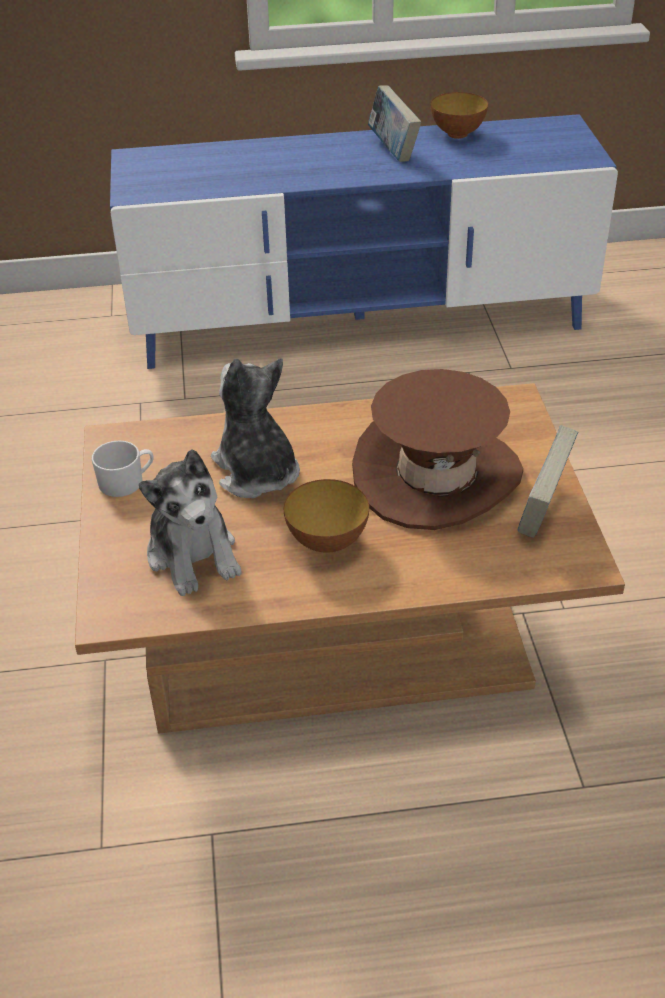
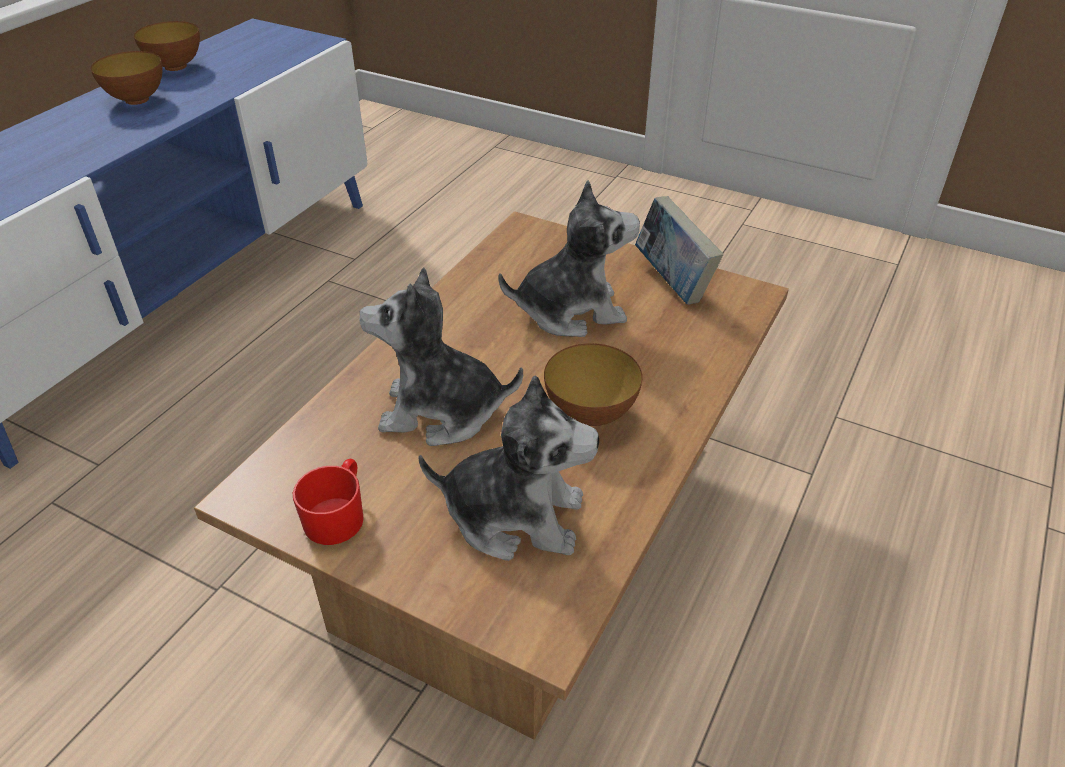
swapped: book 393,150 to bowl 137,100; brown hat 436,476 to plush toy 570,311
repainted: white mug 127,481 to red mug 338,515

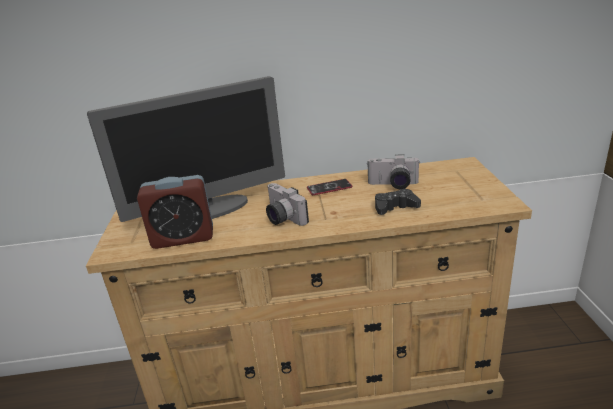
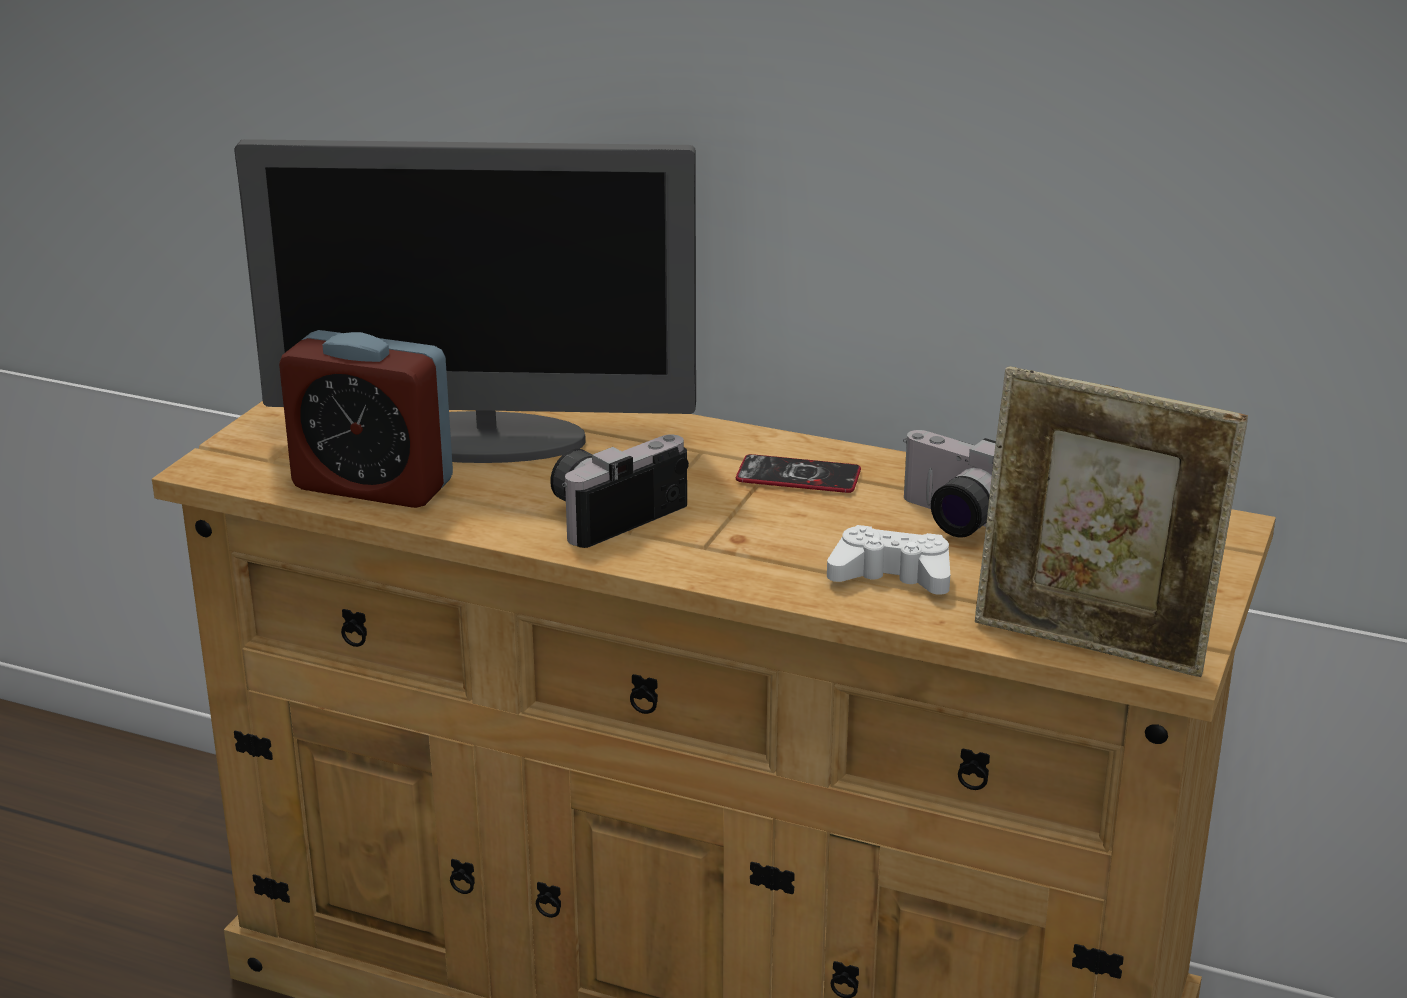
new: picture frame 1092,644
repainted: black game controller 395,207 to white game controller 892,576
rotated: photo camera 282,218 = 612,513 60 degrees clockwise

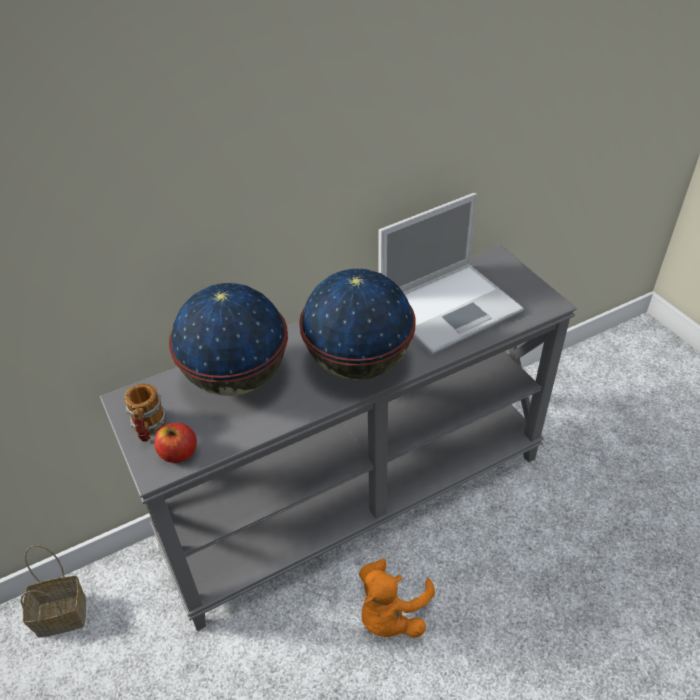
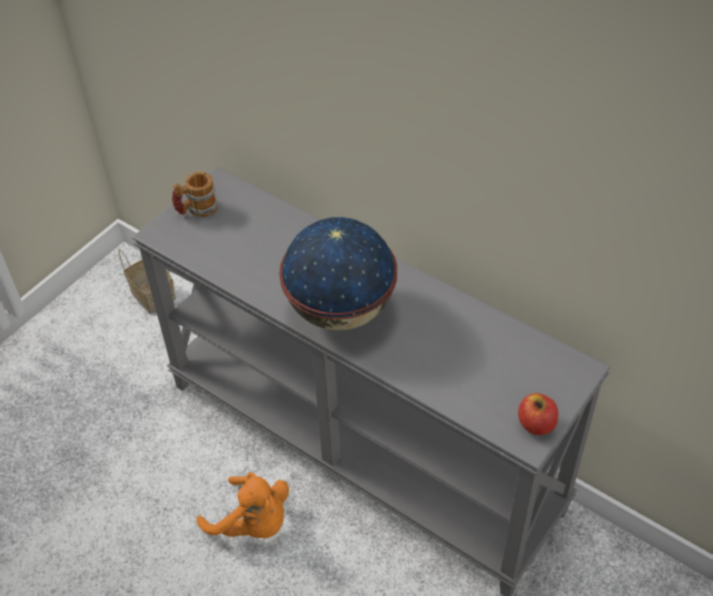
gone: globe 236,377; laptop 451,306
shifted: apple 179,453 to 536,424
rotated: orange plush toy 390,614 = 252,523 150 degrees counterclockwise

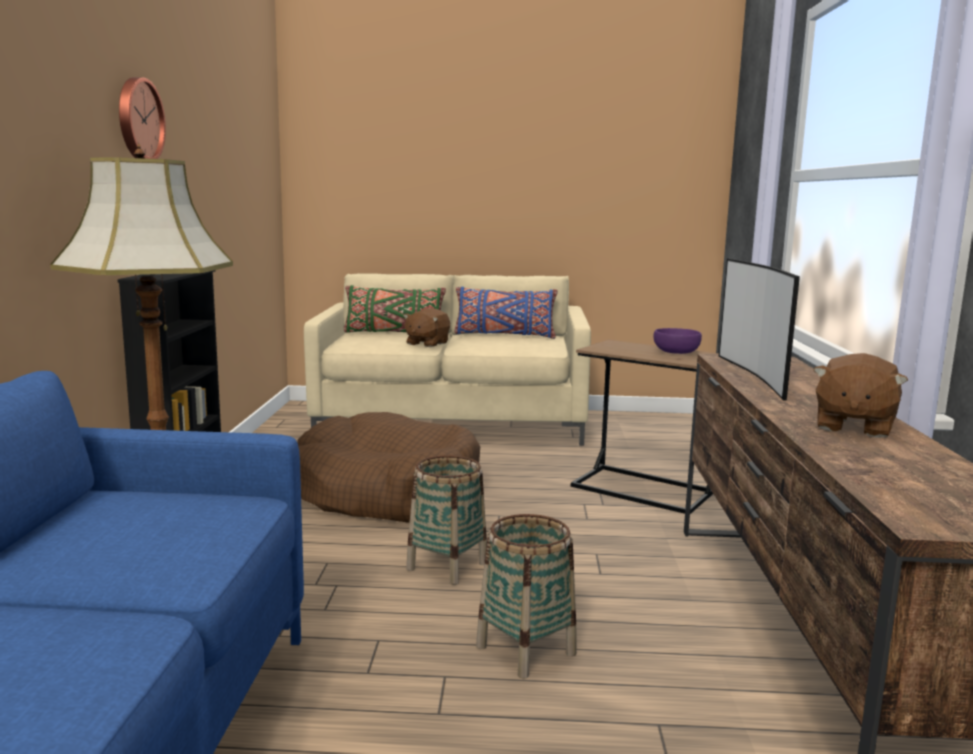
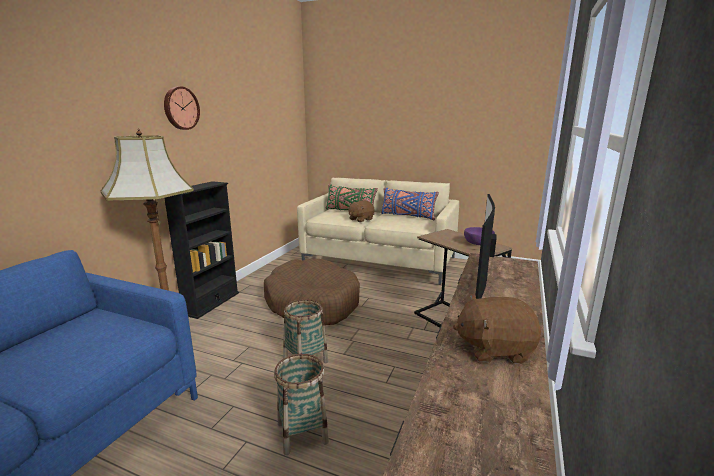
rotated: brown plush toy 853,426 = 494,349 45 degrees clockwise

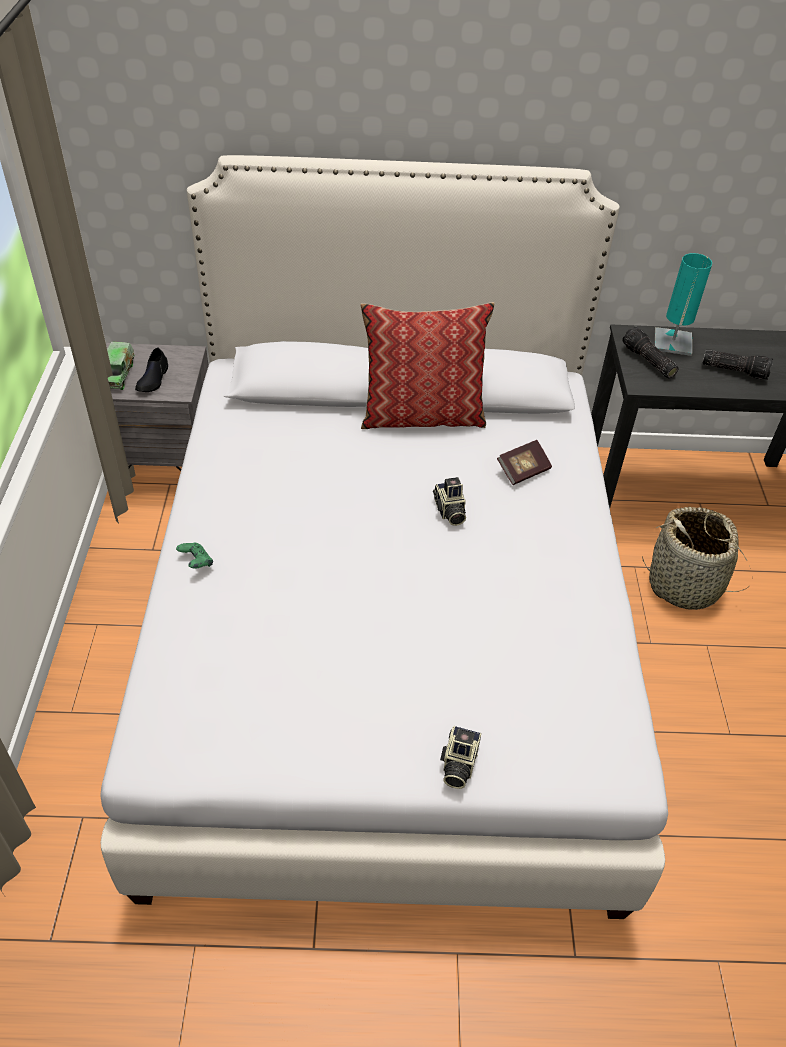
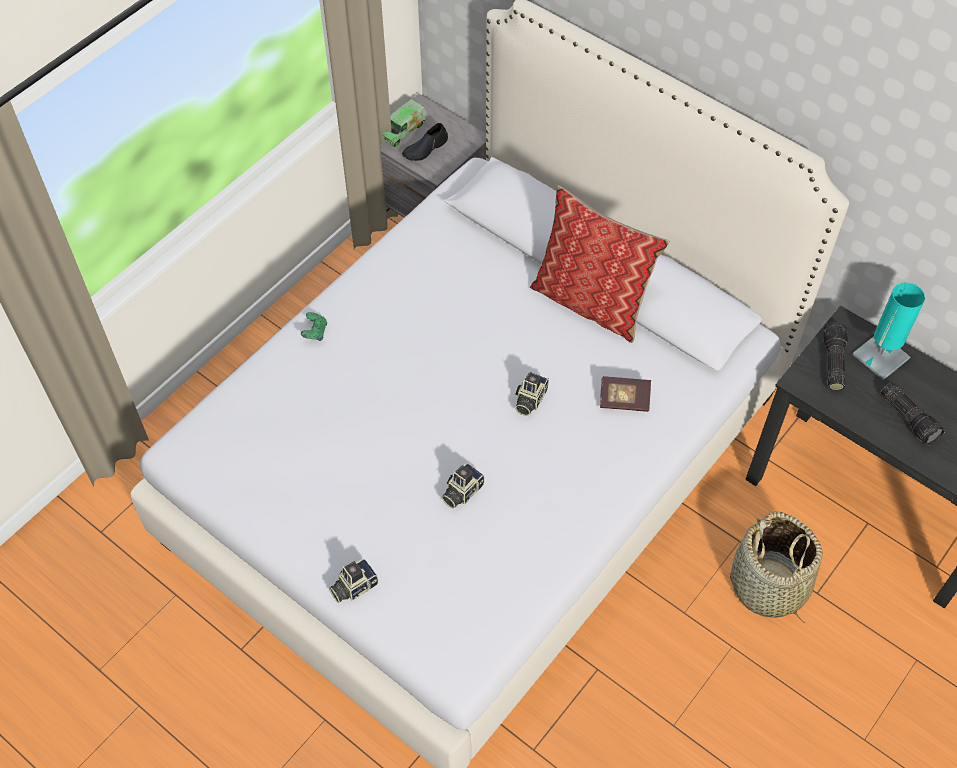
new: photo camera 461,491

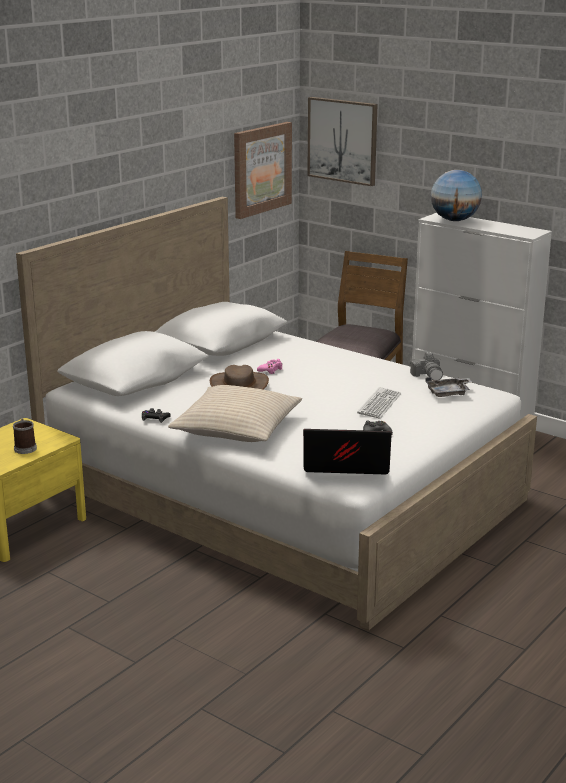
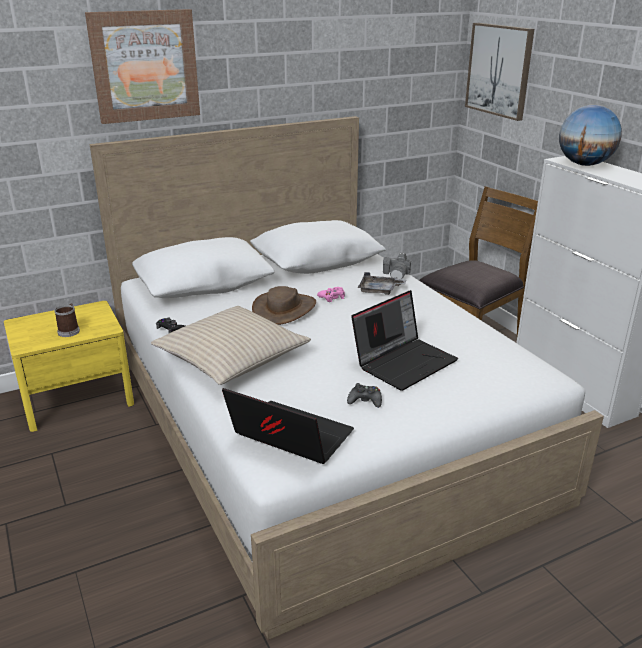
shifted: picture 261,169 to 145,66; grey tray 449,393 to 379,290; photo camera 428,375 to 397,274
swapped: keyboard 379,404 to laptop 404,362

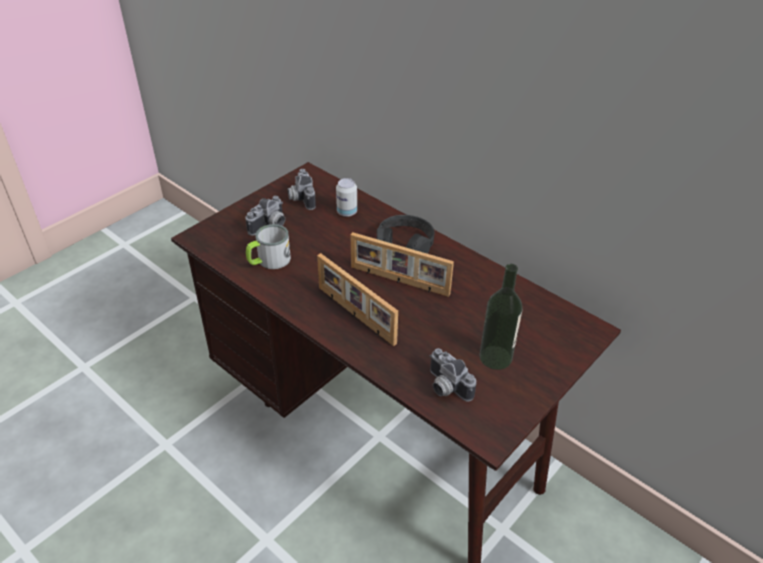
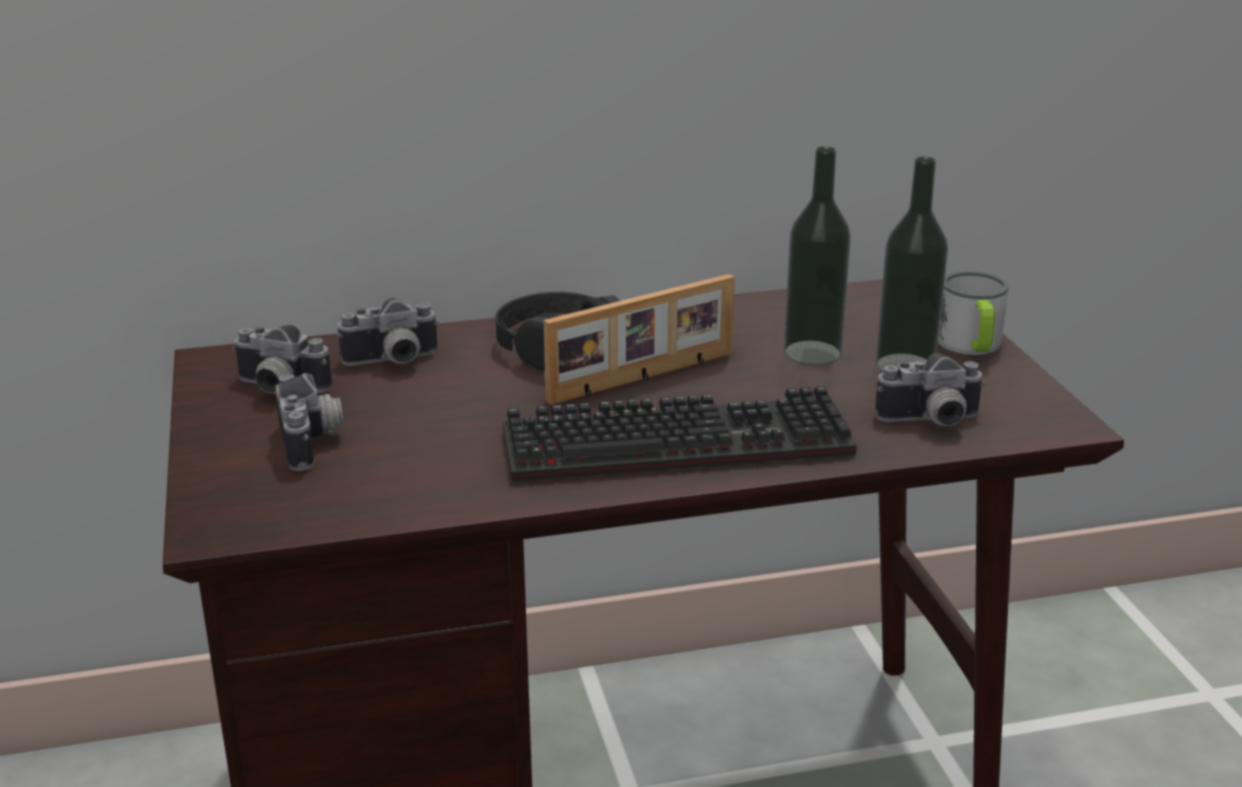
new: bottle 812,353
shifted: mug 269,261 to 971,346
swapped: can 347,212 to photo camera 392,362; picture frame 355,315 to keyboard 681,440

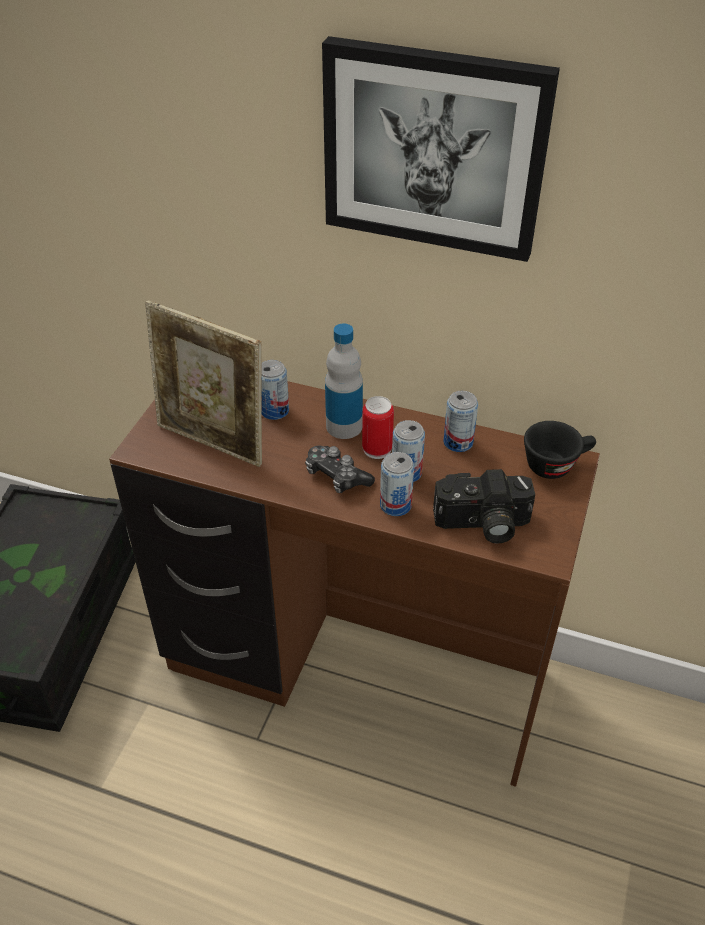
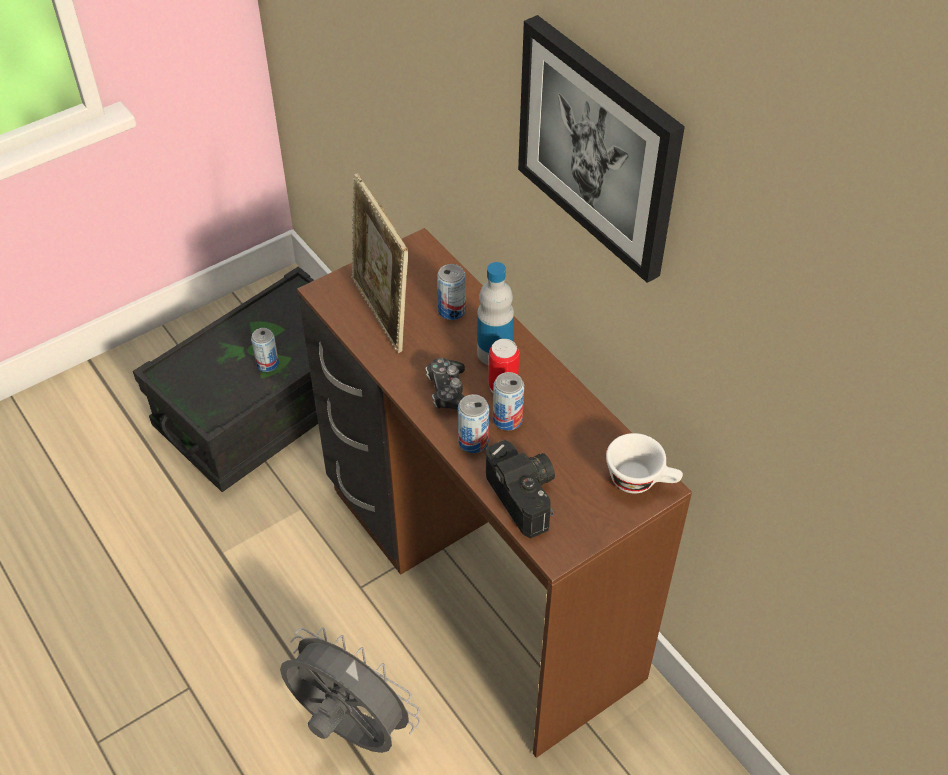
new: grey fan 348,729
shifted: can 458,442 to 267,364
repainted: black cup 556,464 to white cup 641,480
rotated: photo camera 482,524 = 526,496 150 degrees counterclockwise

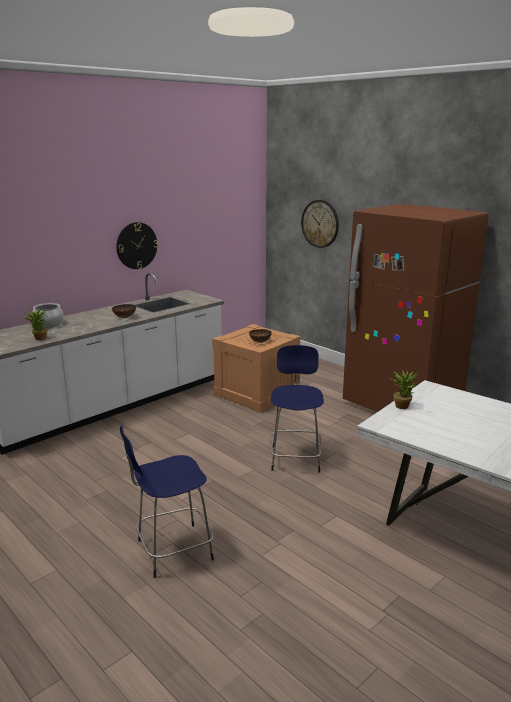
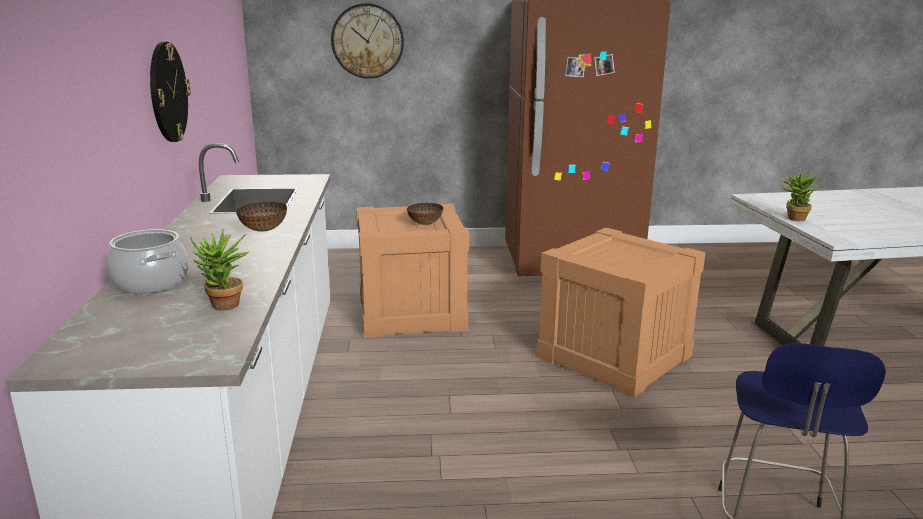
swapped: blue stool 295,457 to crate 614,356

